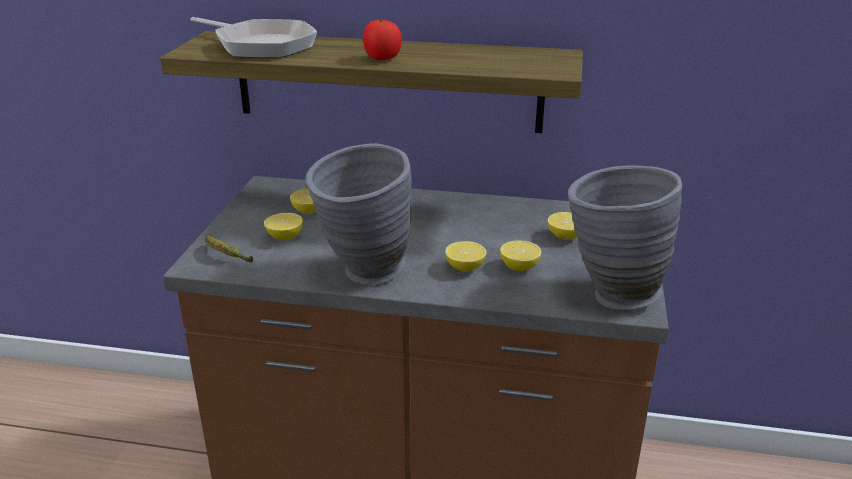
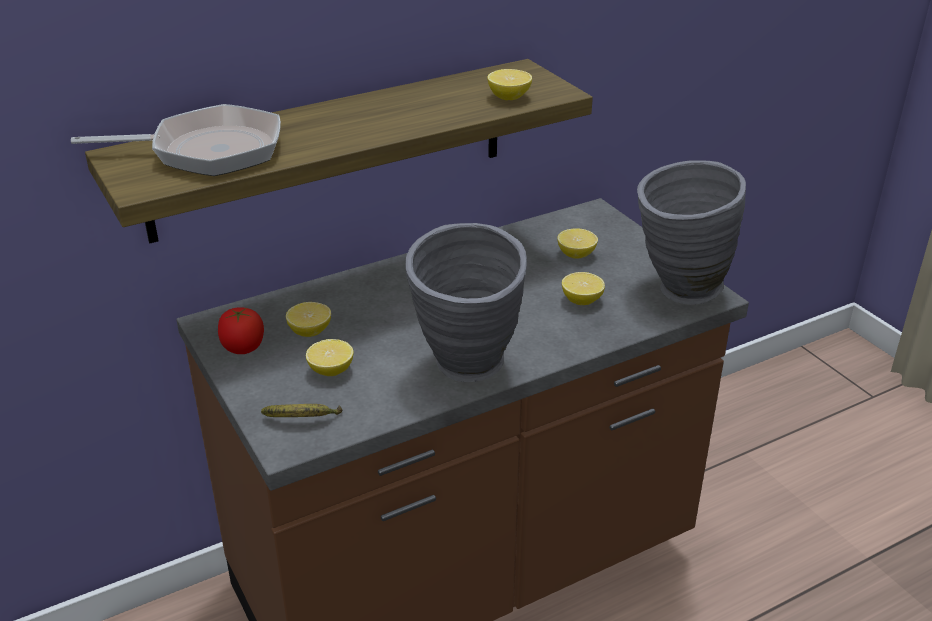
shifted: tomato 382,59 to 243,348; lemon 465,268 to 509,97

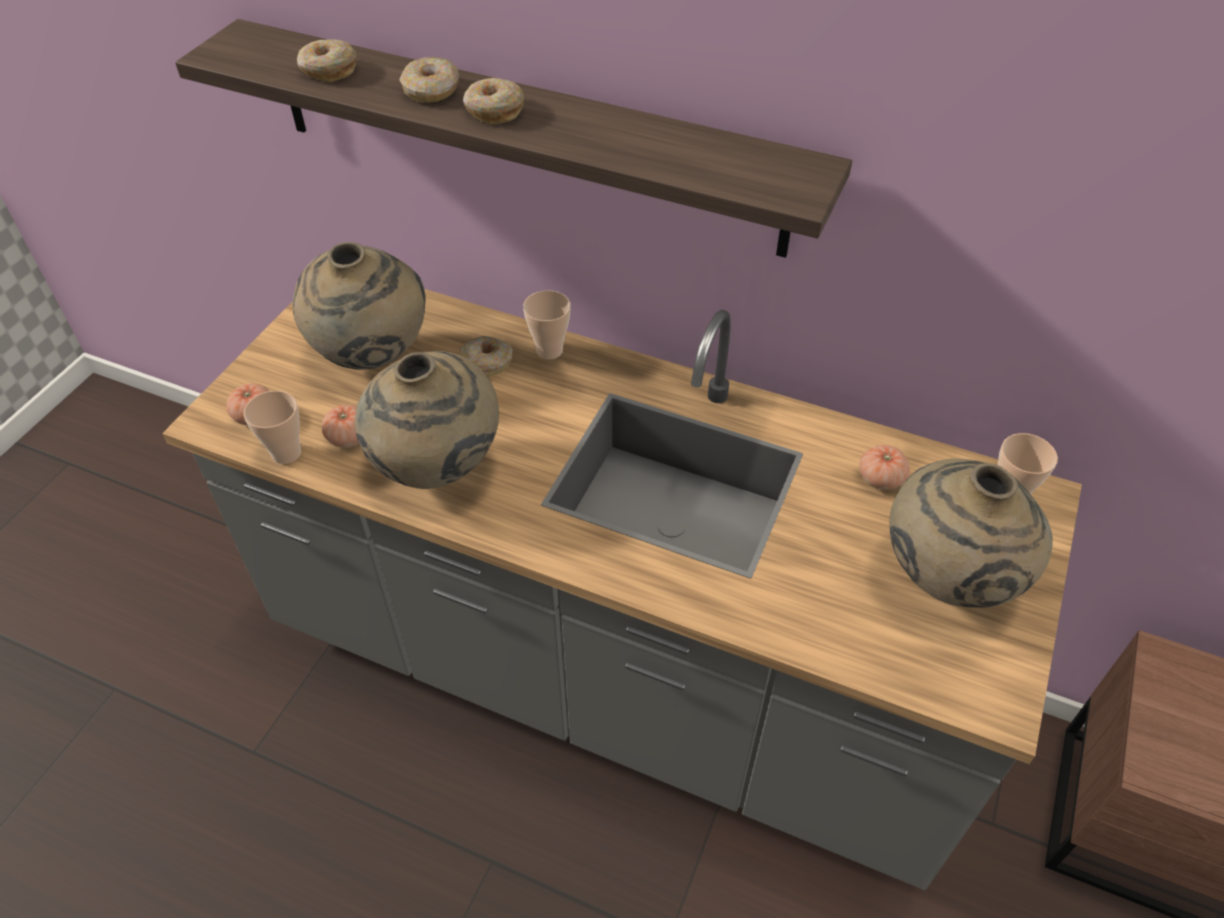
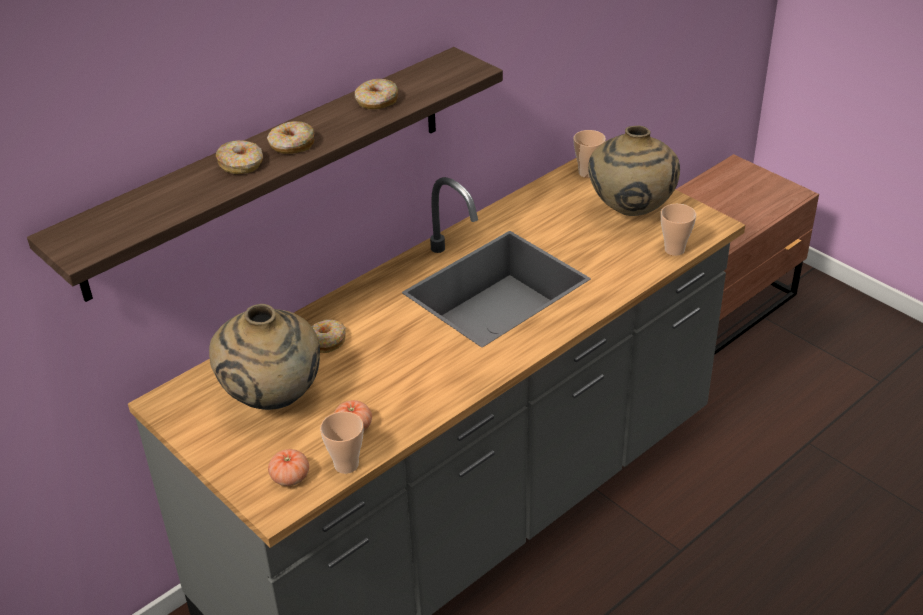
gone: beige vase 438,471; tomato 880,478
shifted: donut 328,70 to 377,101; cup 549,350 to 674,250

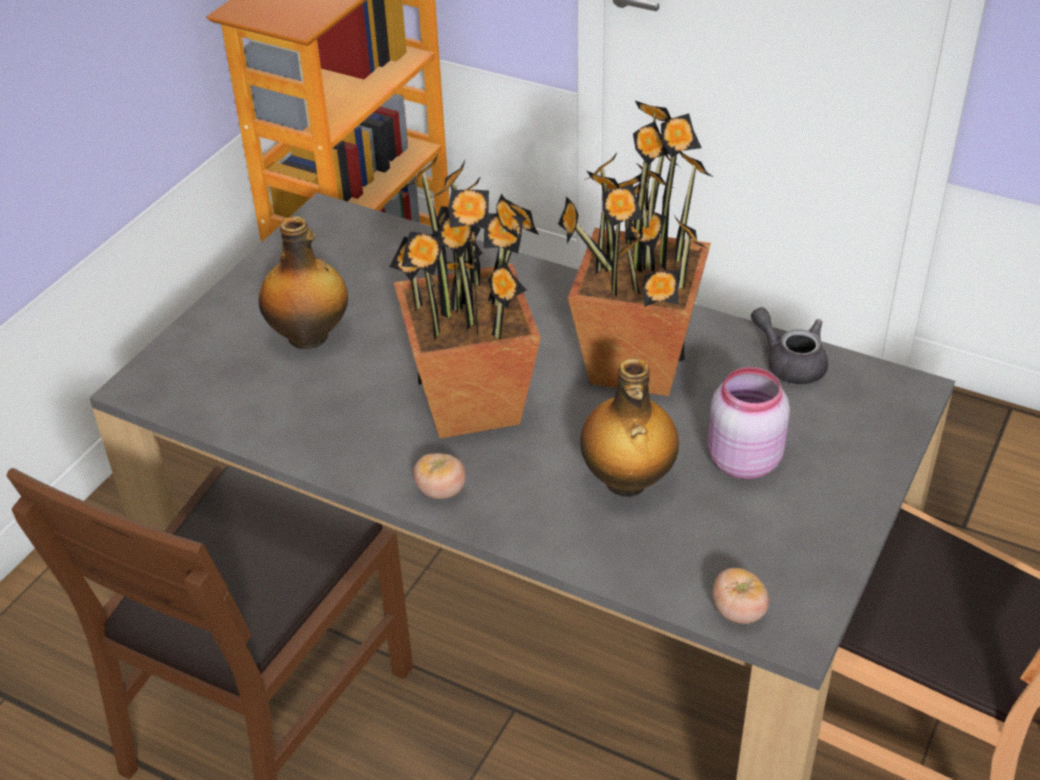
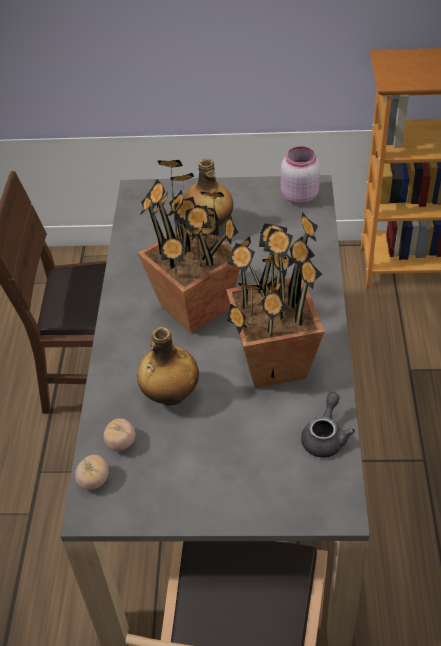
shifted: tomato 441,491 to 121,443; pink jar 741,460 to 299,196

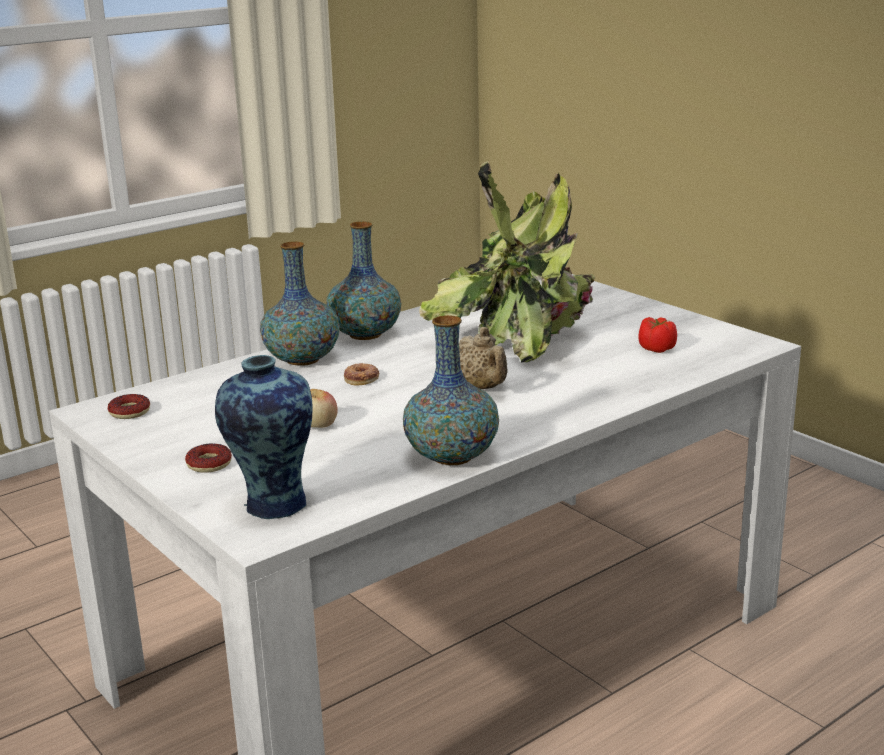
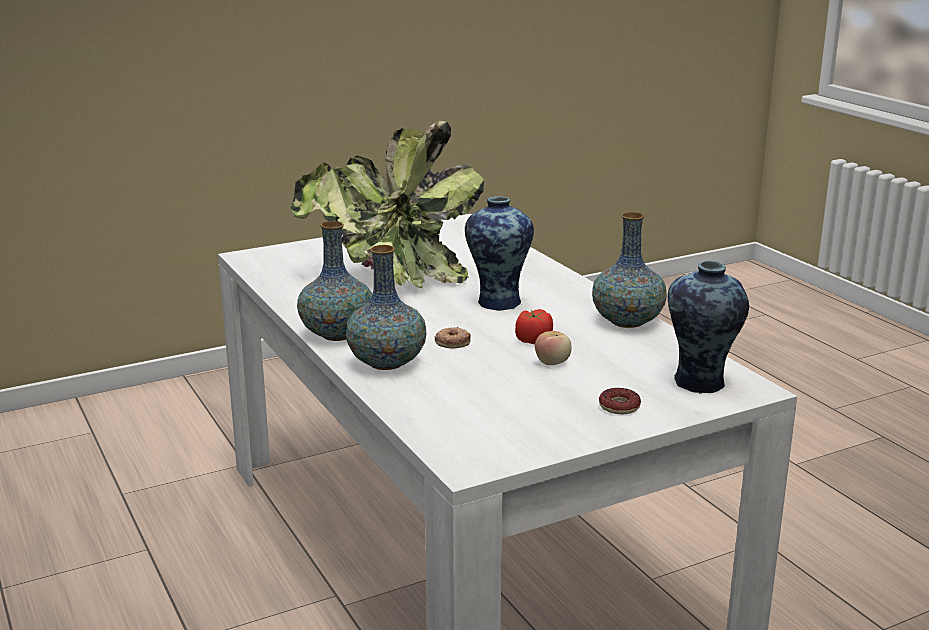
gone: donut 130,412
shifted: tomato 656,349 to 533,340
swapped: beige teapot 484,387 to vase 498,302

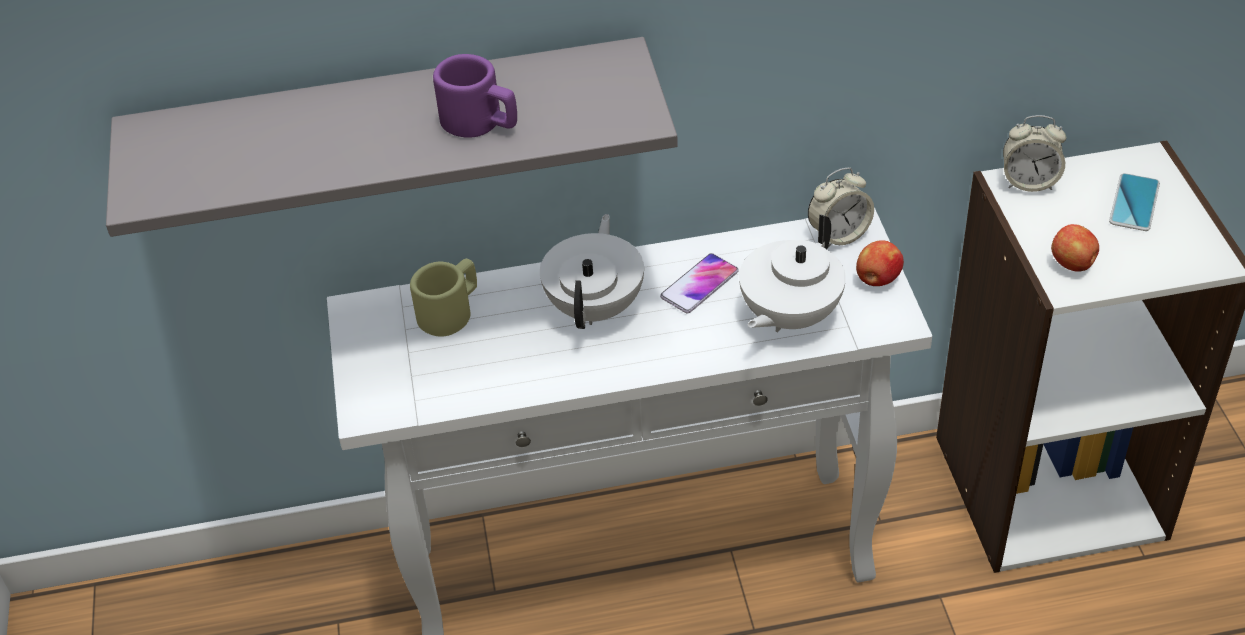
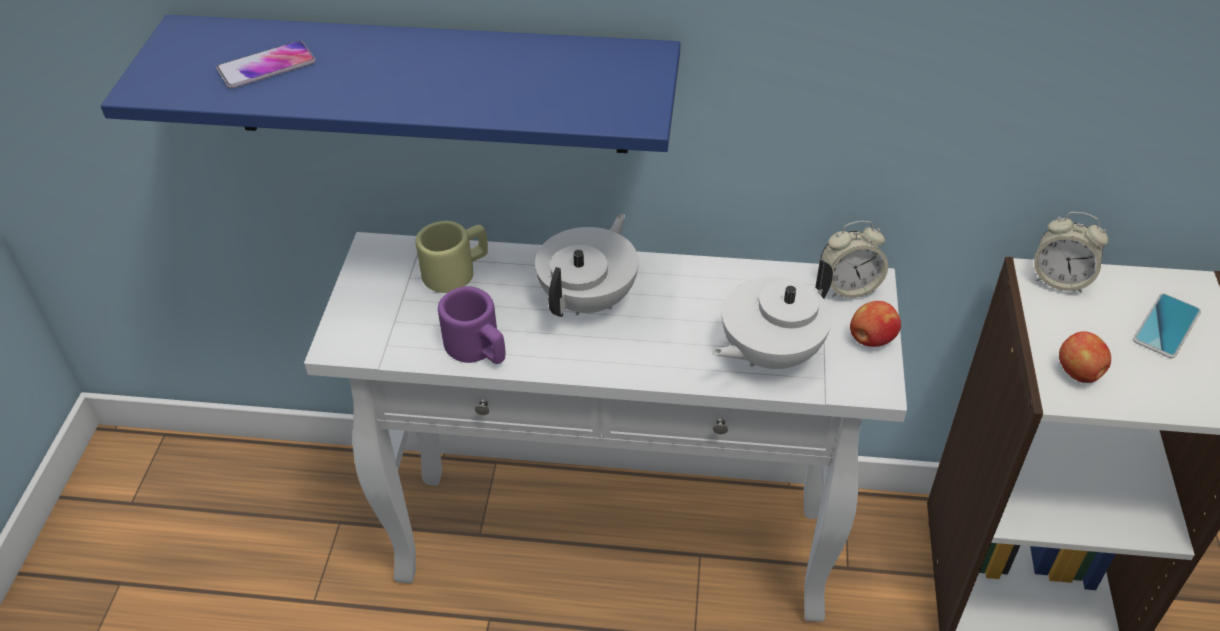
shifted: phone 699,284 to 266,66; purple mug 481,123 to 478,349
repainted: grey shelf 392,130 to blue shelf 426,85

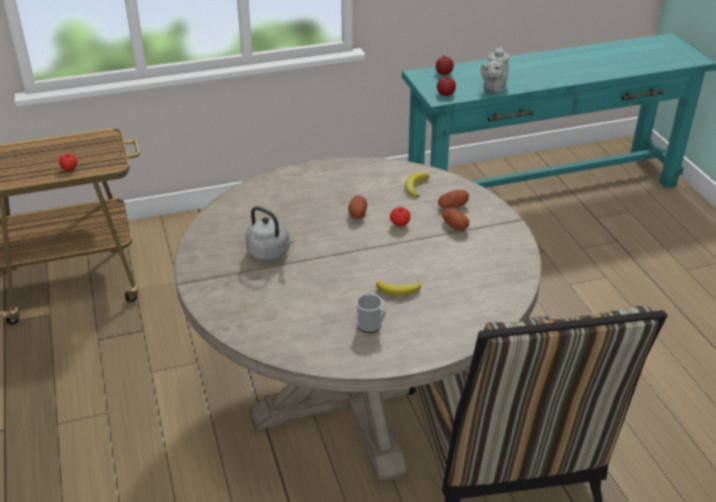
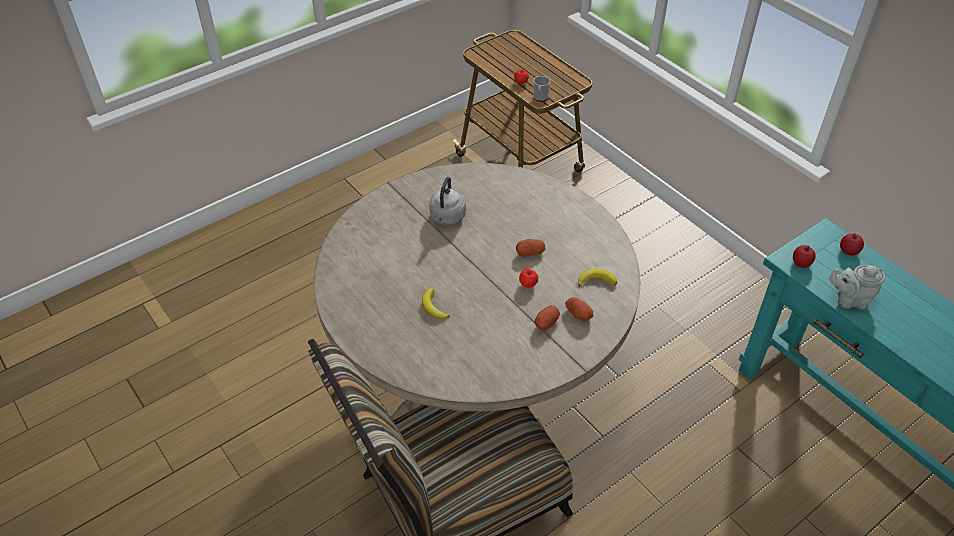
shifted: mug 371,326 to 540,98

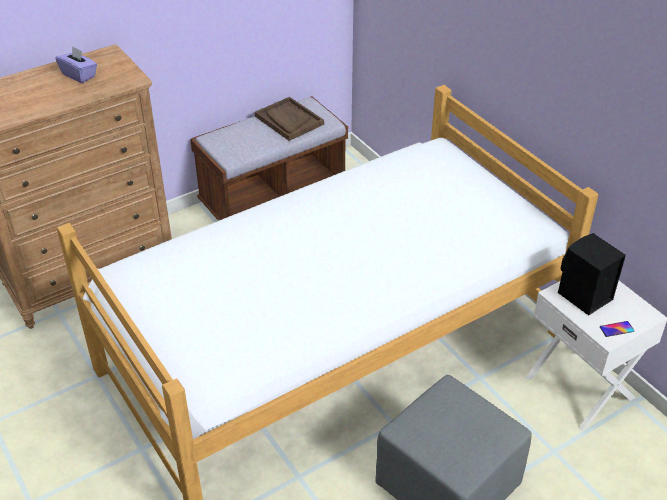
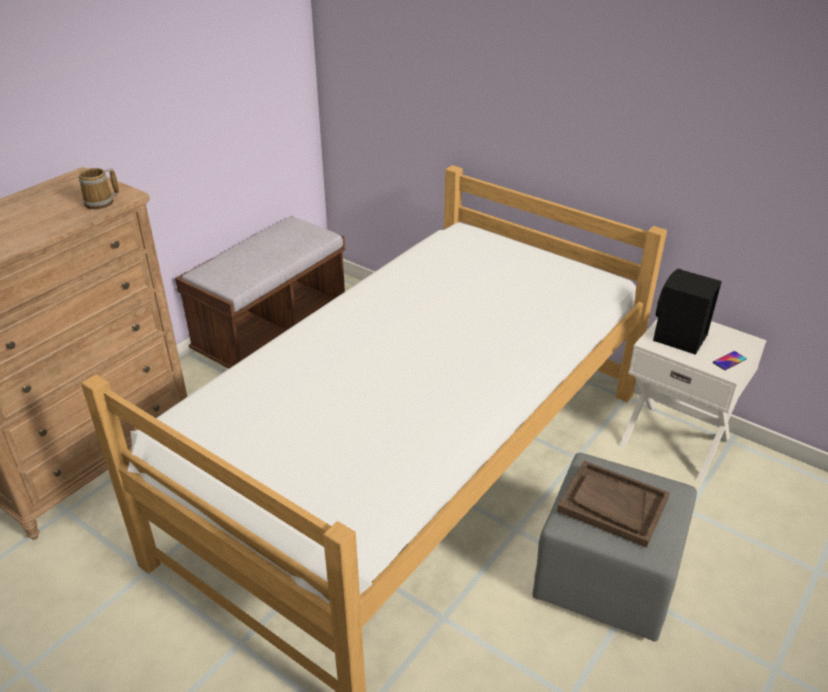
gone: purple tissue box 79,75
new: mug 101,202
shifted: brown tray 289,120 to 612,505

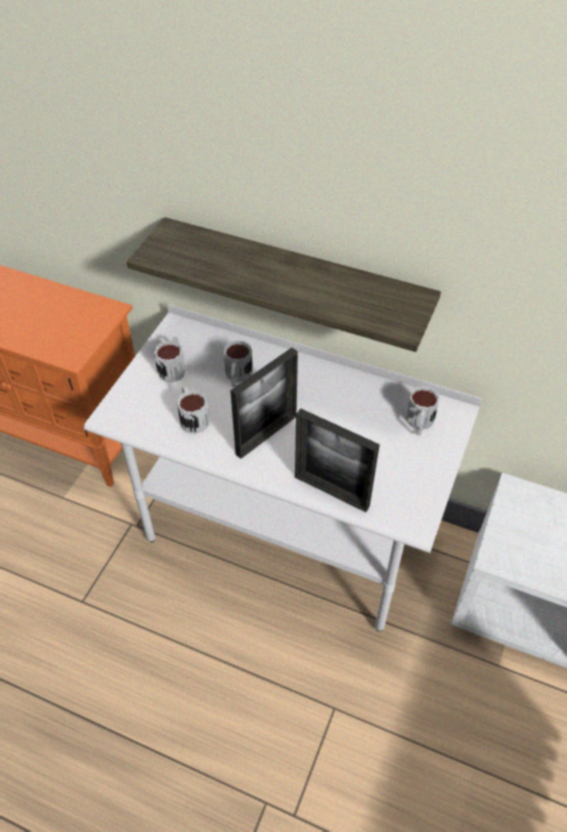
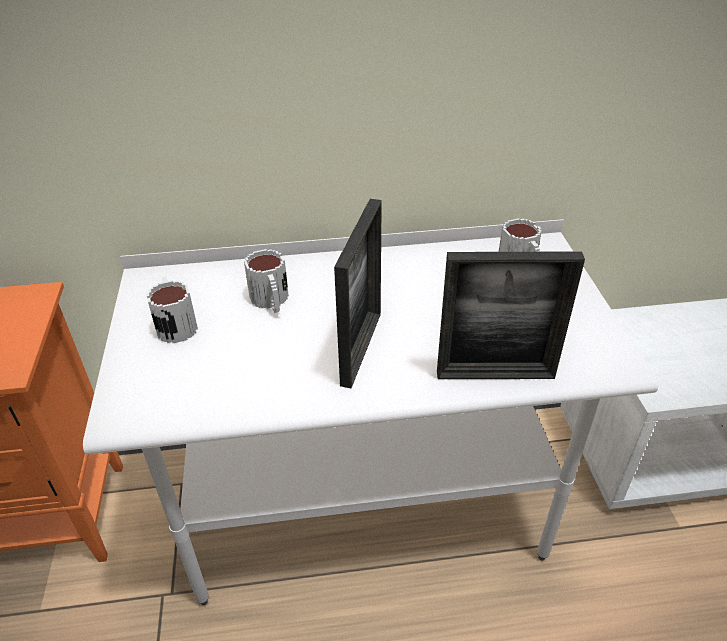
gone: shelf 295,280; mug 192,417

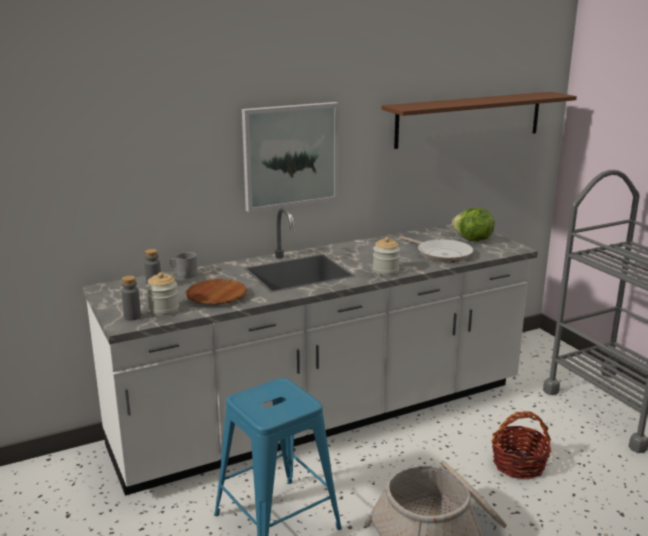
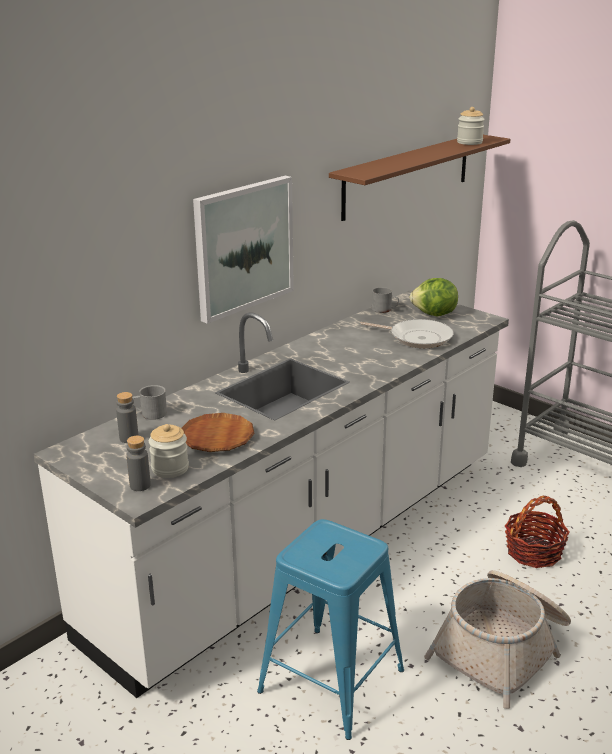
new: grey mug 384,310
shifted: jar 385,271 to 469,142

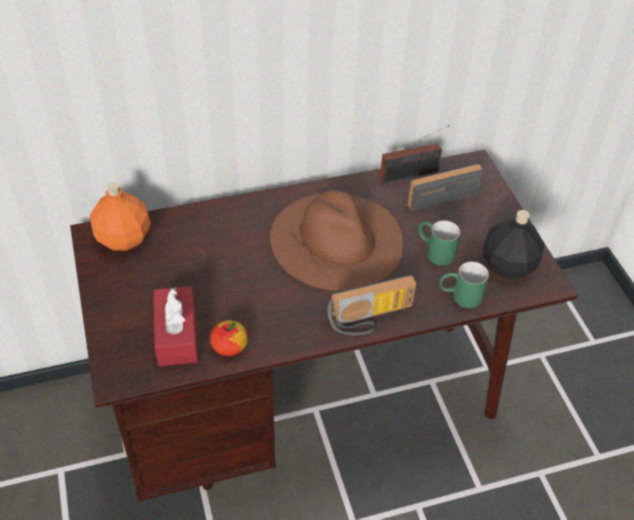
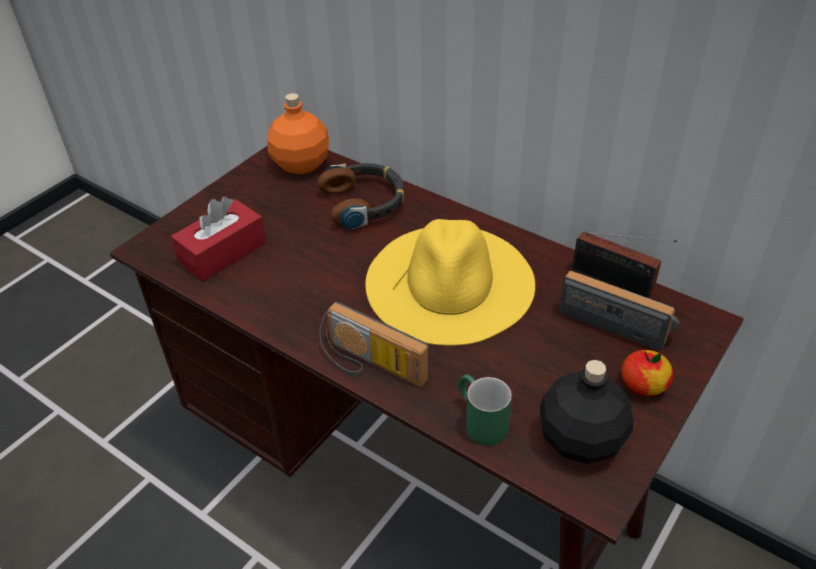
gone: green mug 434,251
new: headphones 364,202
shifted: apple 229,346 to 643,384
repainted: brown hat 337,239 to yellow hat 450,282

